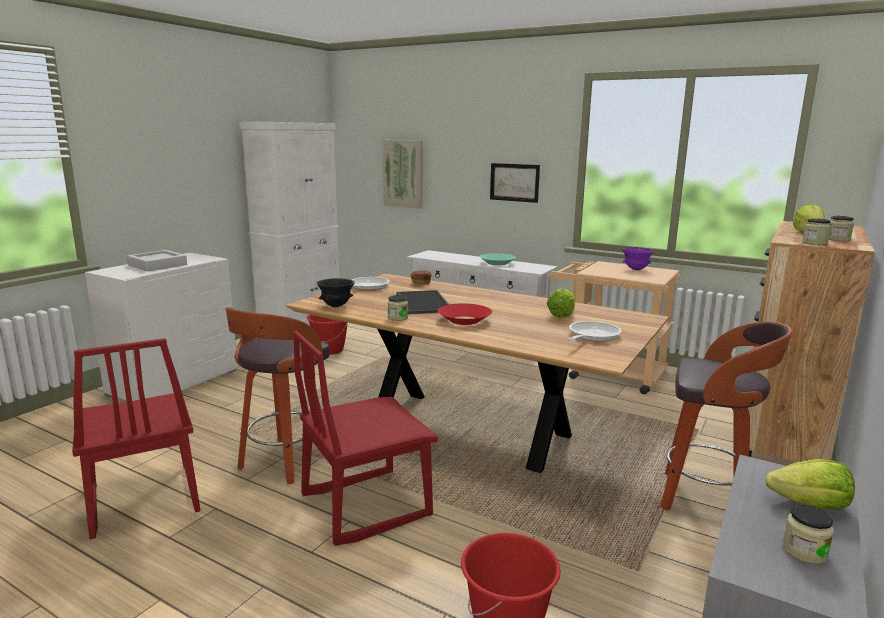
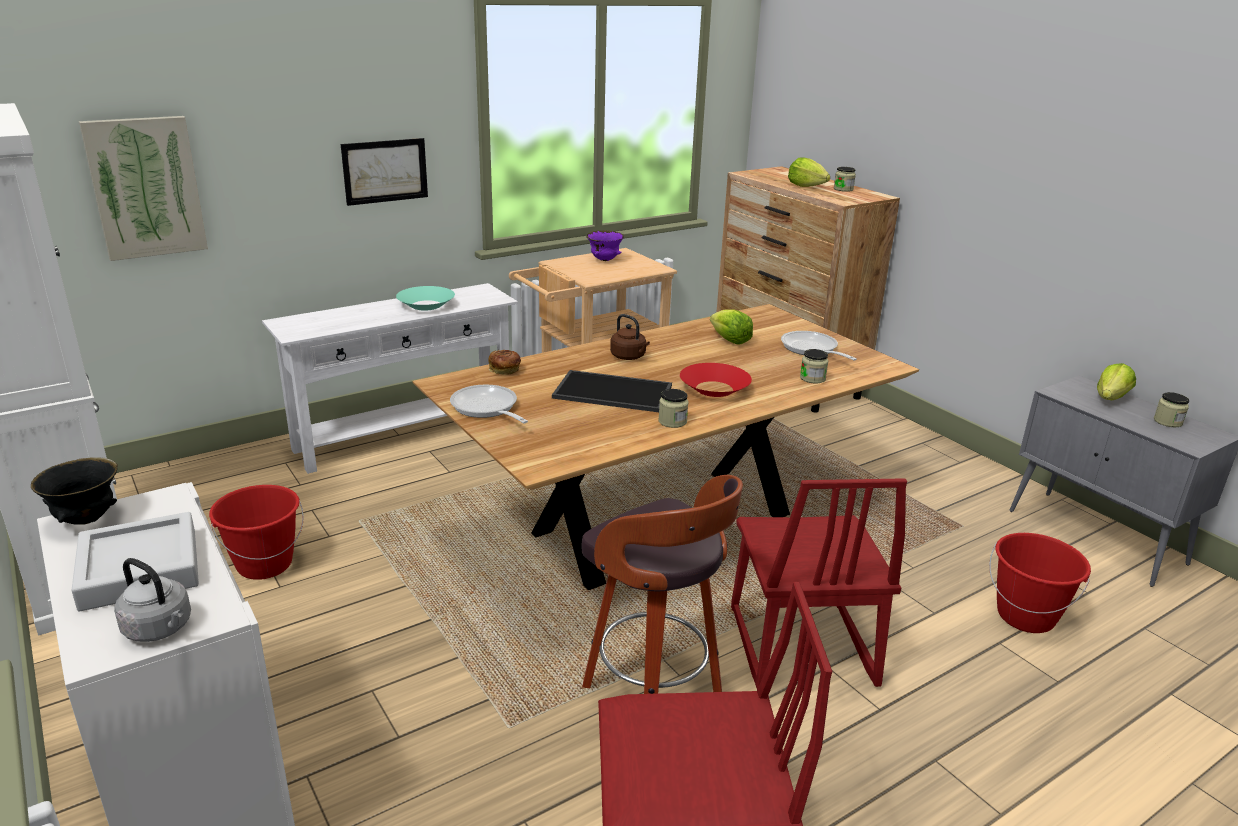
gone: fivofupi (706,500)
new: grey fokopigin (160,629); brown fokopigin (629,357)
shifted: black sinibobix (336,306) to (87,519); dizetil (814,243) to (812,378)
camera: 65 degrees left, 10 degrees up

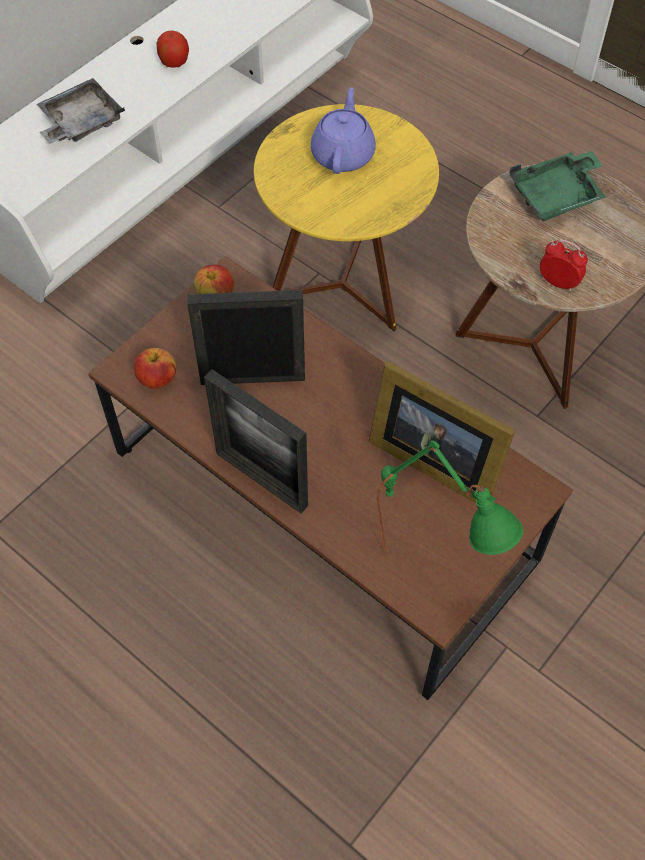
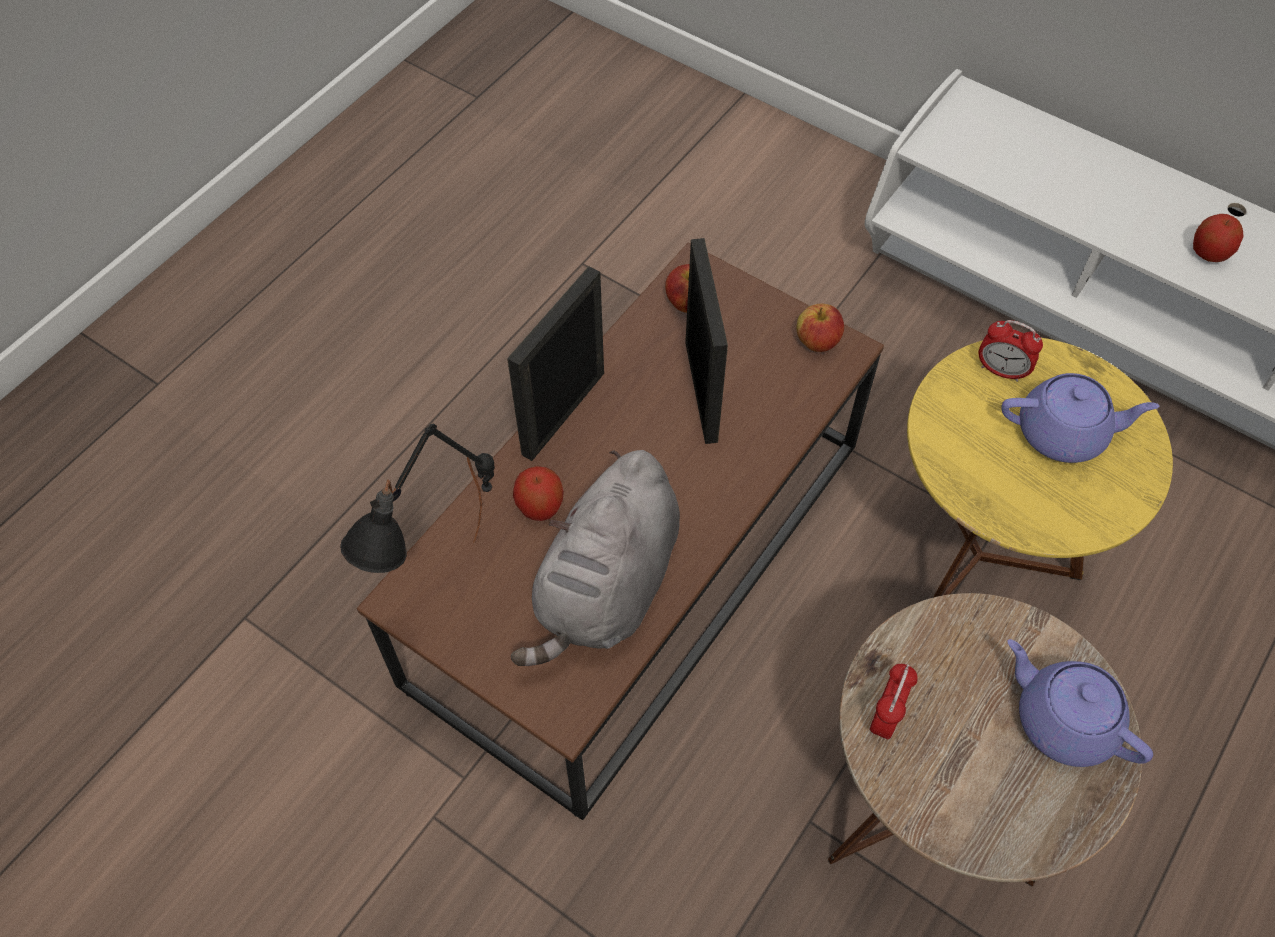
gone: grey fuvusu (80,122)
new: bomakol (540,506); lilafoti (1001,371)
swapped: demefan (432,457) to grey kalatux (607,588); green fuvusu (557,196) to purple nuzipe (1063,720)
repainted: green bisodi (433,571) to black bisodi (450,594)
camera: 85 degrees right, 0 degrees up

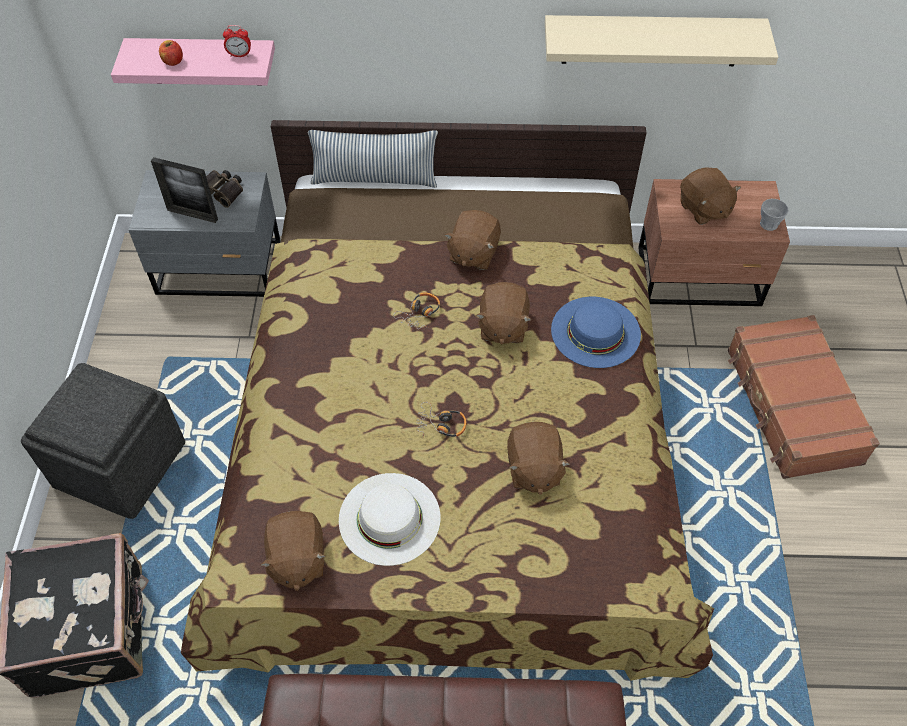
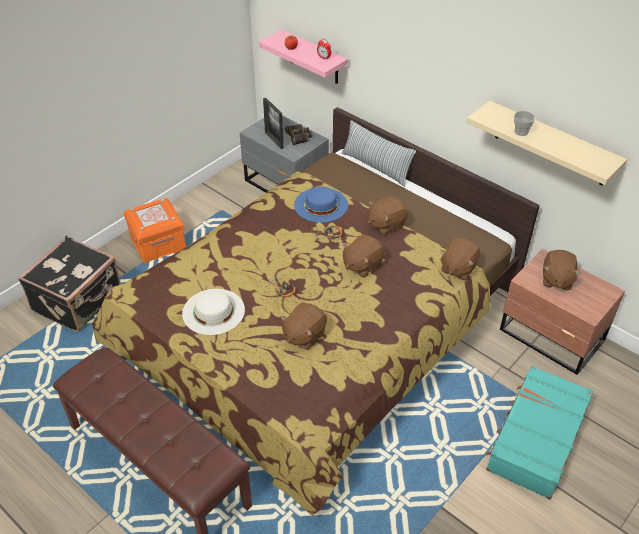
shifted: brown kalatux (296,559) to (458,268); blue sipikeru (595,332) to (321,205); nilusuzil (768,224) to (521,132)
swapped: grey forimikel (121,463) to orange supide (158,242)
repainted: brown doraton (791,406) to turquoise doraton (536,438)
camera: 40 degrees right, 10 degrees down

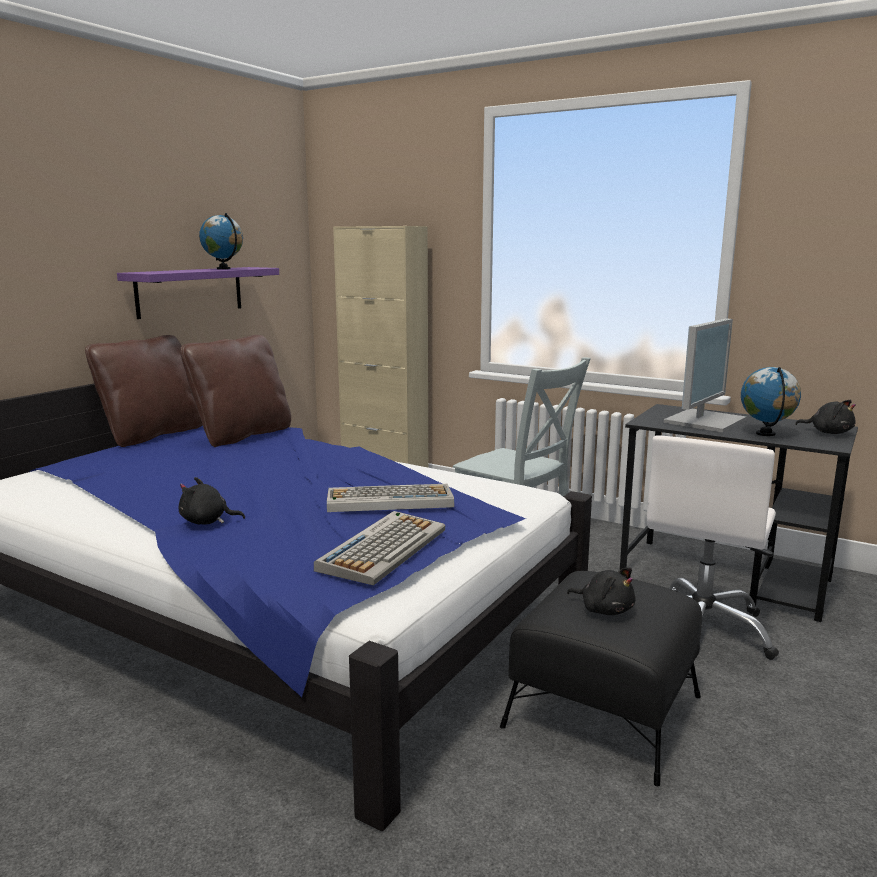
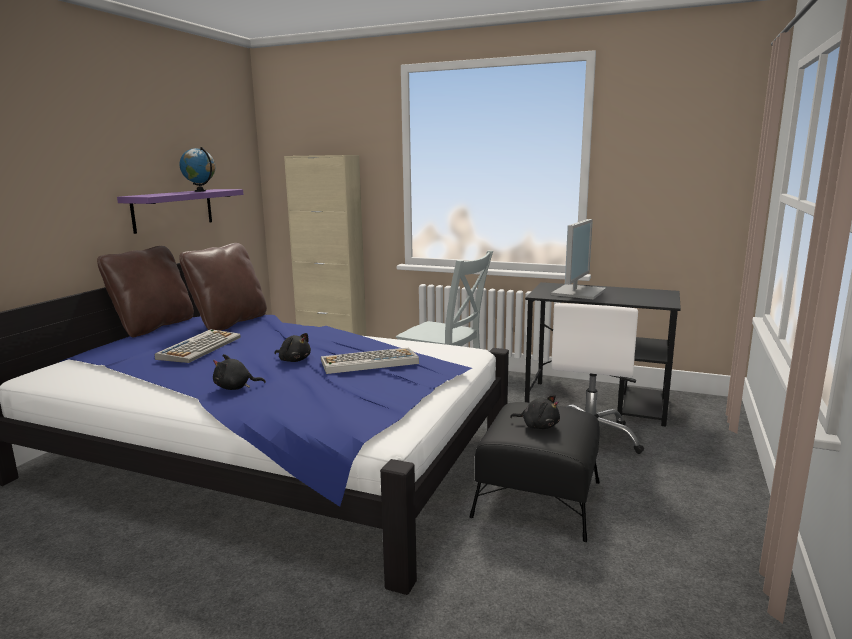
gone: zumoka (766,434)
shifted: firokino (383,548) to (200,347); black kalatux (828,432) to (294,360)
camera: 10 degrees left, 0 degrees up

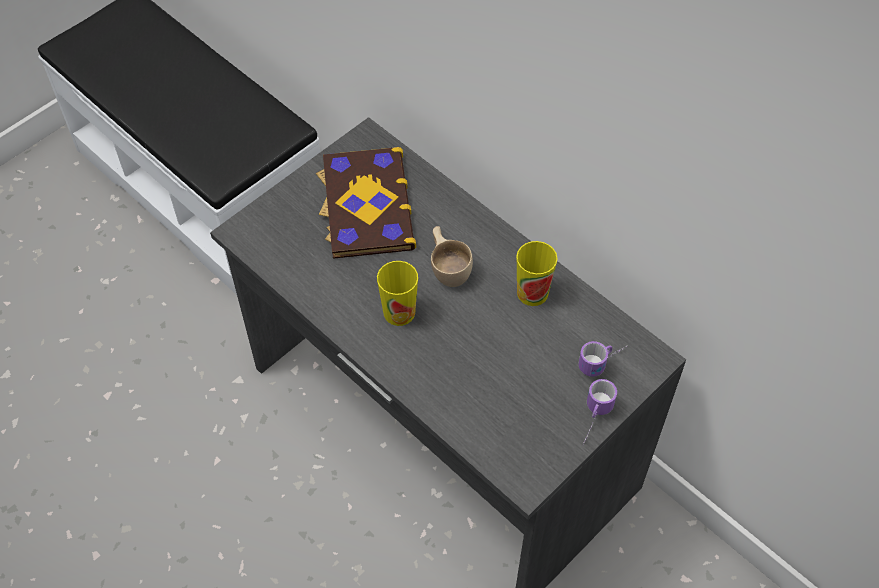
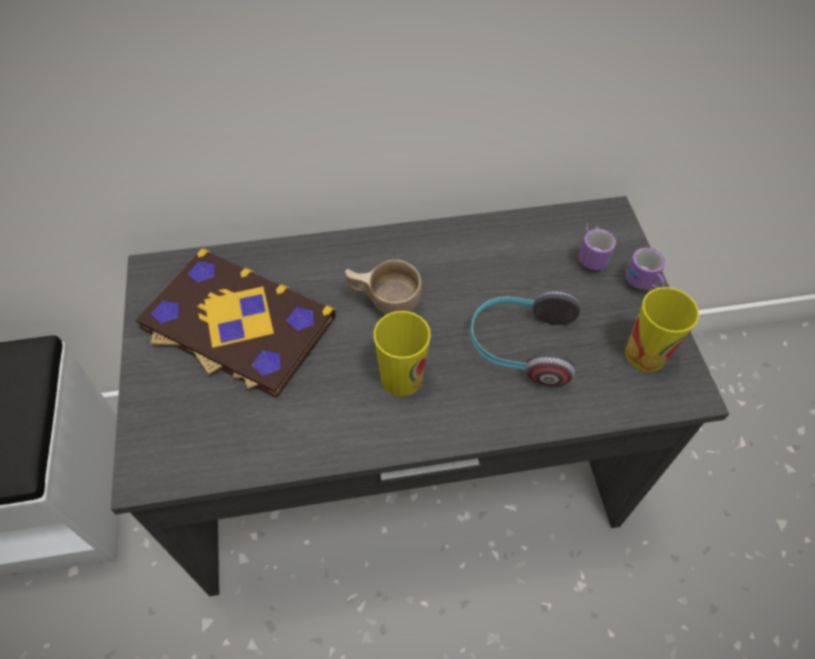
new: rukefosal (520,346)
shifted: nilusuzil (532,293) to (645,354)
camera: 55 degrees left, 0 degrees up

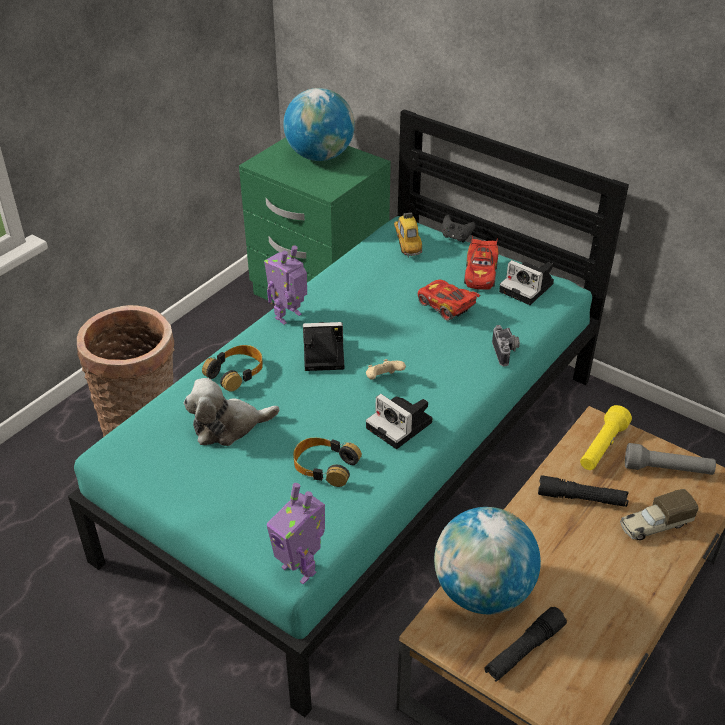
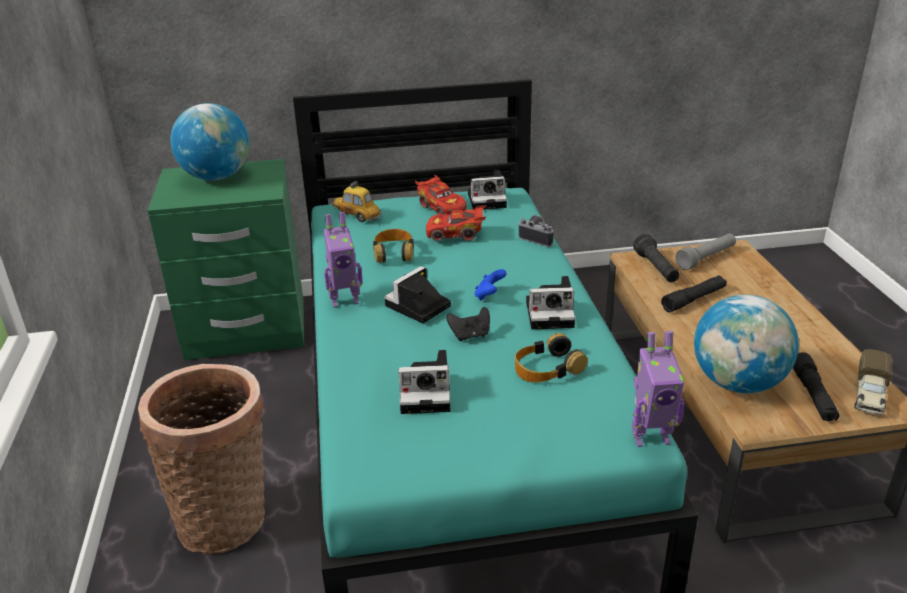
shifted: rukefosal (236,372) to (394,252); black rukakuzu (456,237) to (470,335); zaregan (654,525) to (869,396)
swapped: kalatux (228,426) to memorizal (428,393)
repainted: beige rukakuzu (383,379) to blue rukakuzu (489,295); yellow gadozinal (602,447) to black gadozinal (656,268)
rotated: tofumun (289,317) = (344,300) 105 degrees counterclockwise
camera: 45 degrees left, 10 degrees down

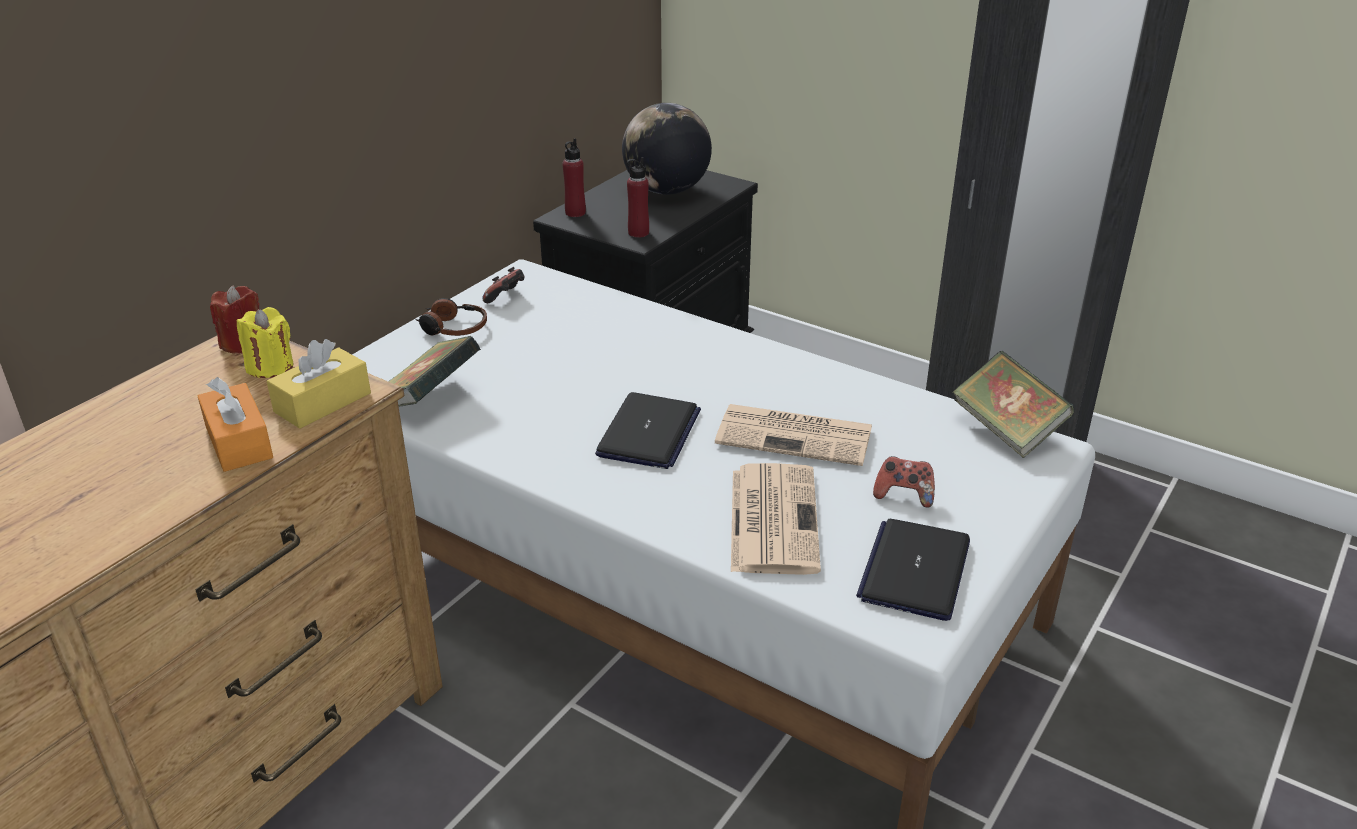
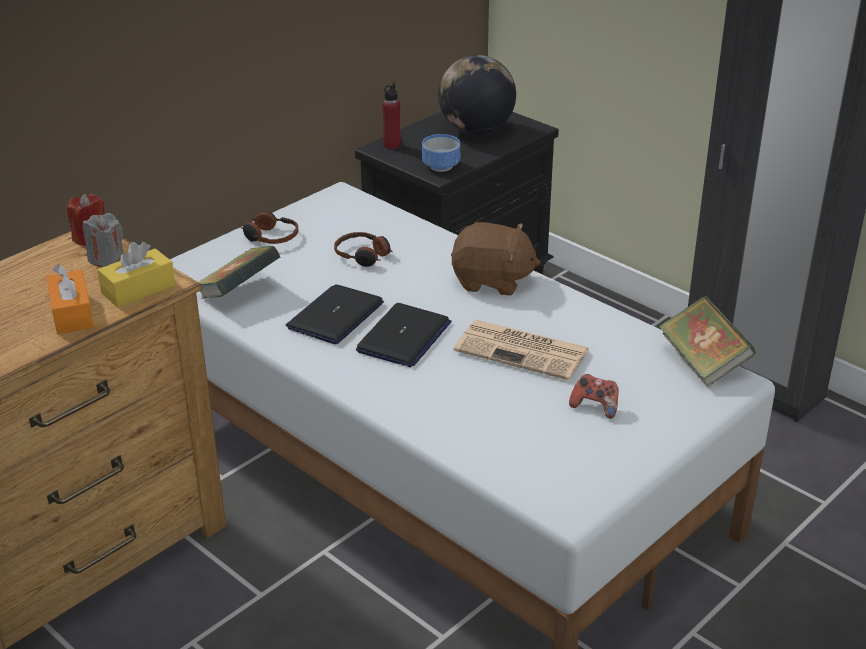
gone: rukakuzu (506,298); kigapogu (772,518)
new: rukefosal (363,256); brown kalatux (492,281)
shifted: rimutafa (915,570) to (335,316)
swapped: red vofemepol (638,233) to sinibobix (440,167)
repainted: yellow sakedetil (270,367) to grey sakedetil (106,258)
camera: 10 degrees right, 0 degrees up

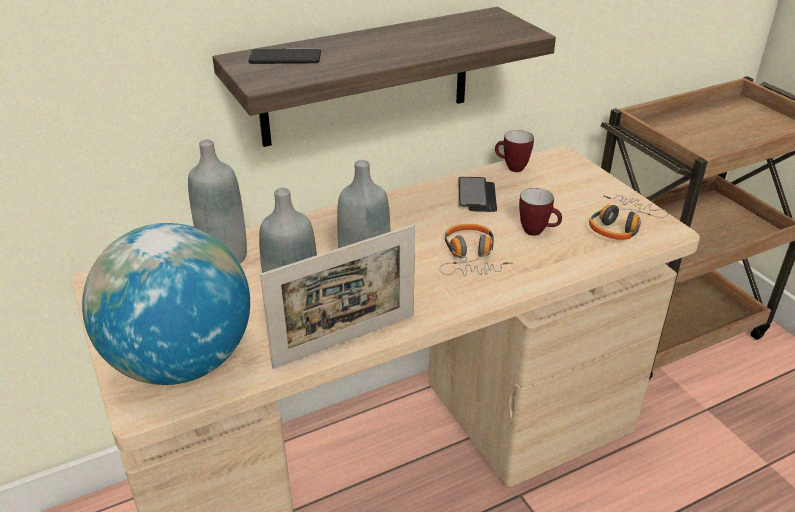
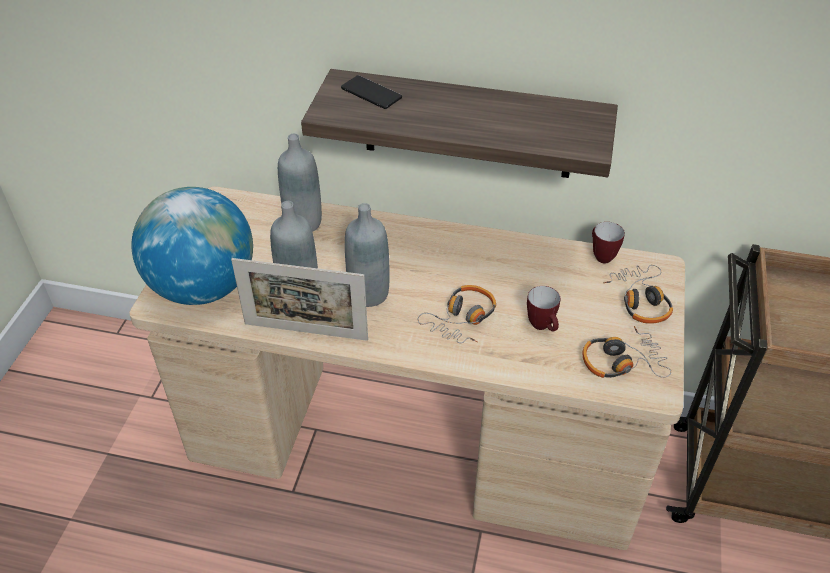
gone: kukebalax (477,196)
new: rukefosal (640,300)
camera: 40 degrees right, 10 degrees up

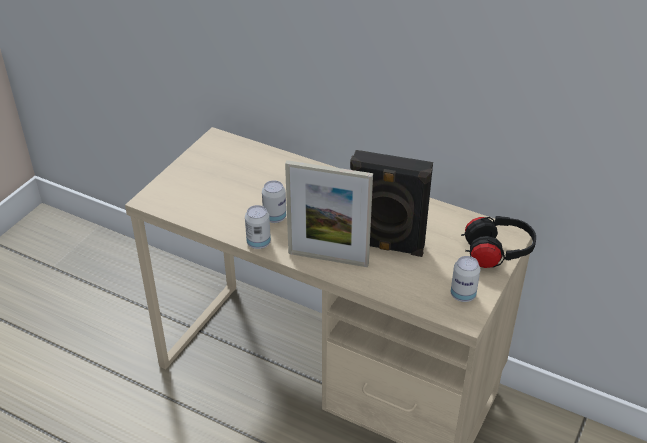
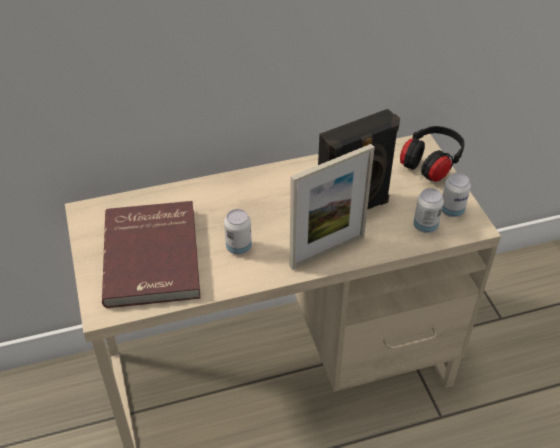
new: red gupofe (154,256)
shifted: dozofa (258,243) to (425,226)
camera: 45 degrees left, 5 degrees up

